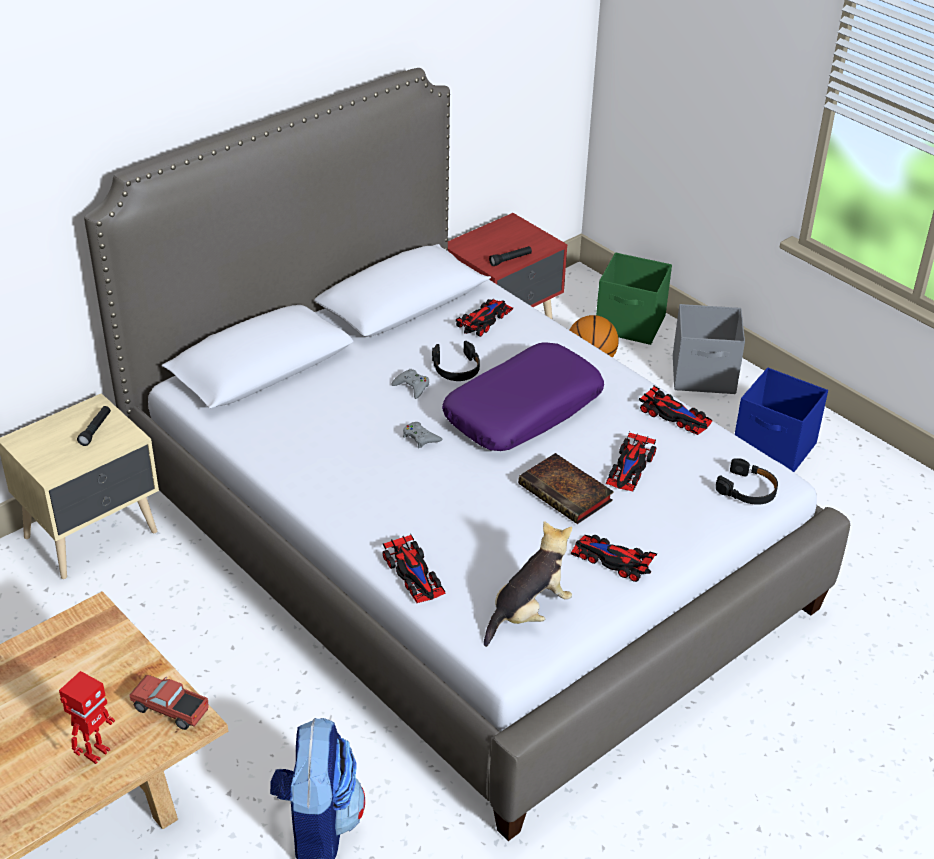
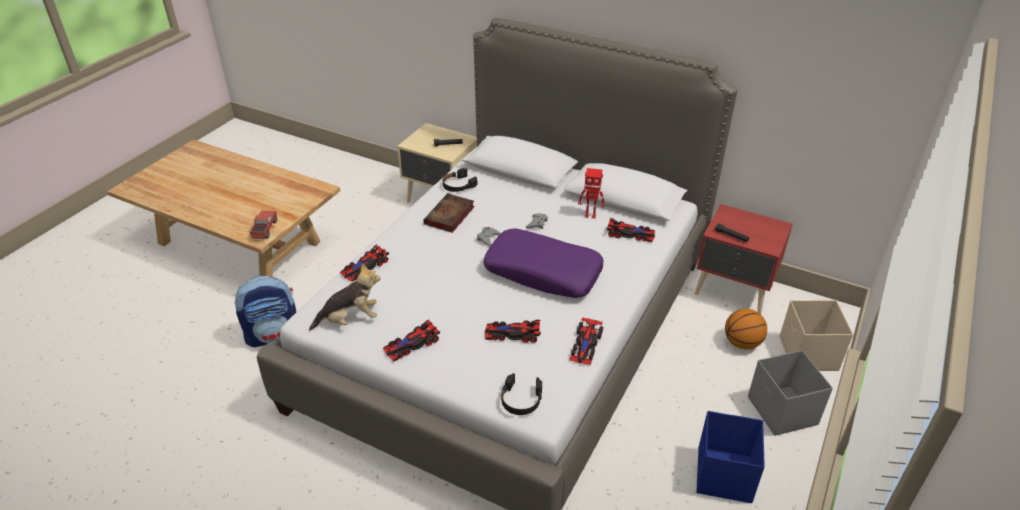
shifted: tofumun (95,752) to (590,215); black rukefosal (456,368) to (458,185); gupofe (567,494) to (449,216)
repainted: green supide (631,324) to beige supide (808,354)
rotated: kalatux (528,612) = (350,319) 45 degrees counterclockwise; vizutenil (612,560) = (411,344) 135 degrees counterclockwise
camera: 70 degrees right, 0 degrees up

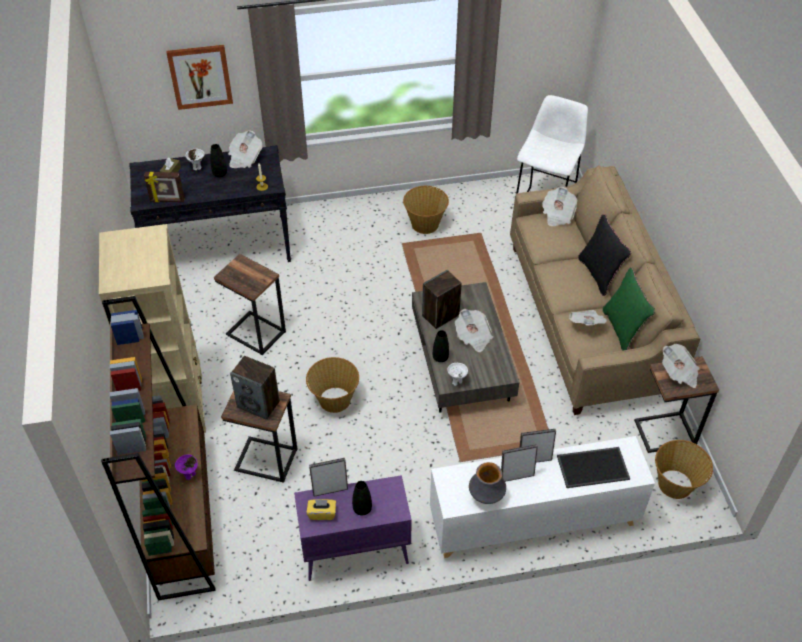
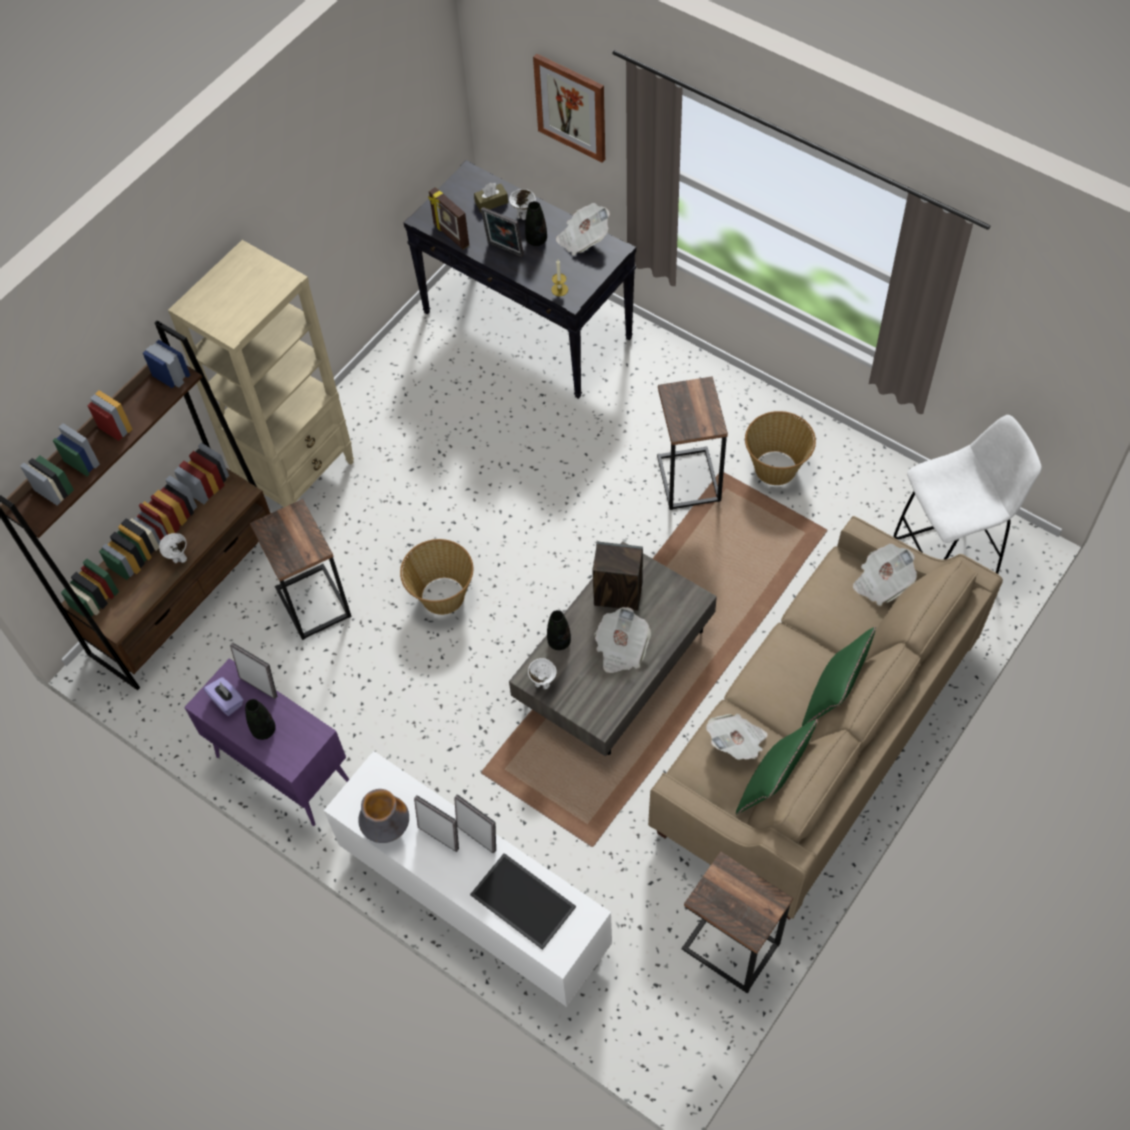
gone: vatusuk (259,404); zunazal (675,484); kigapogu (678,373)
new: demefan (504,250)
shifted: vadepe (255,334) to (687,479)
repainted: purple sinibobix (189,475) to white sinibobix (179,558); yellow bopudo (322,513) to purple bopudo (227,701); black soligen (599,274) to green soligen (833,698)
camera: 50 degrees right, 10 degrees up

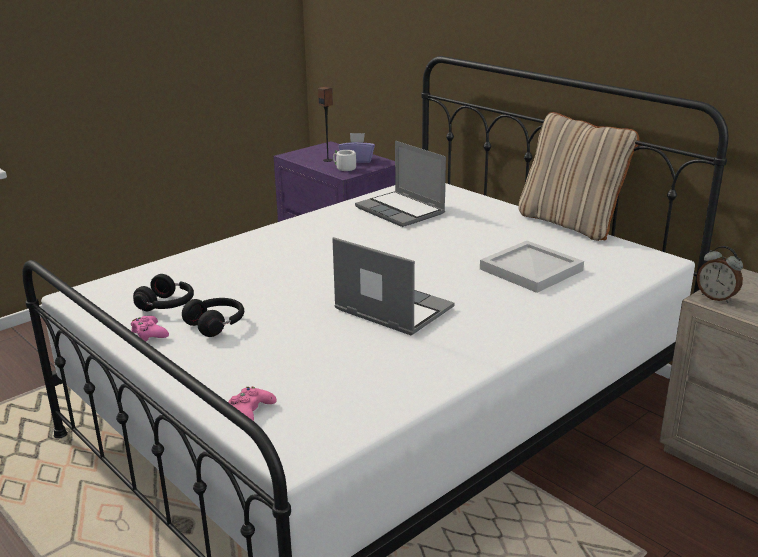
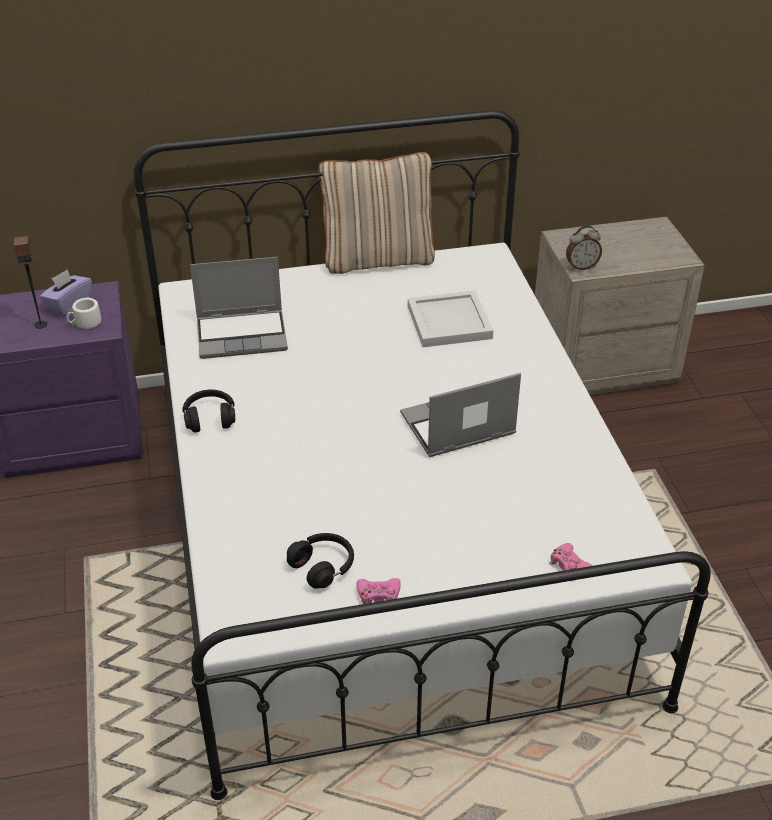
shifted: black rukefosal (217,324) to (210,418)
camera: 60 degrees left, 15 degrees up

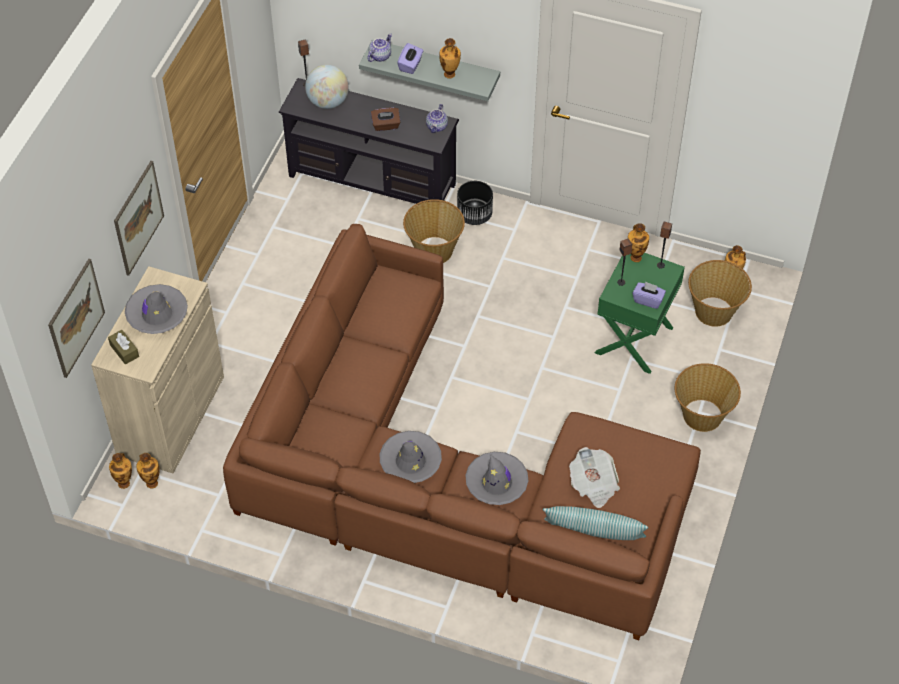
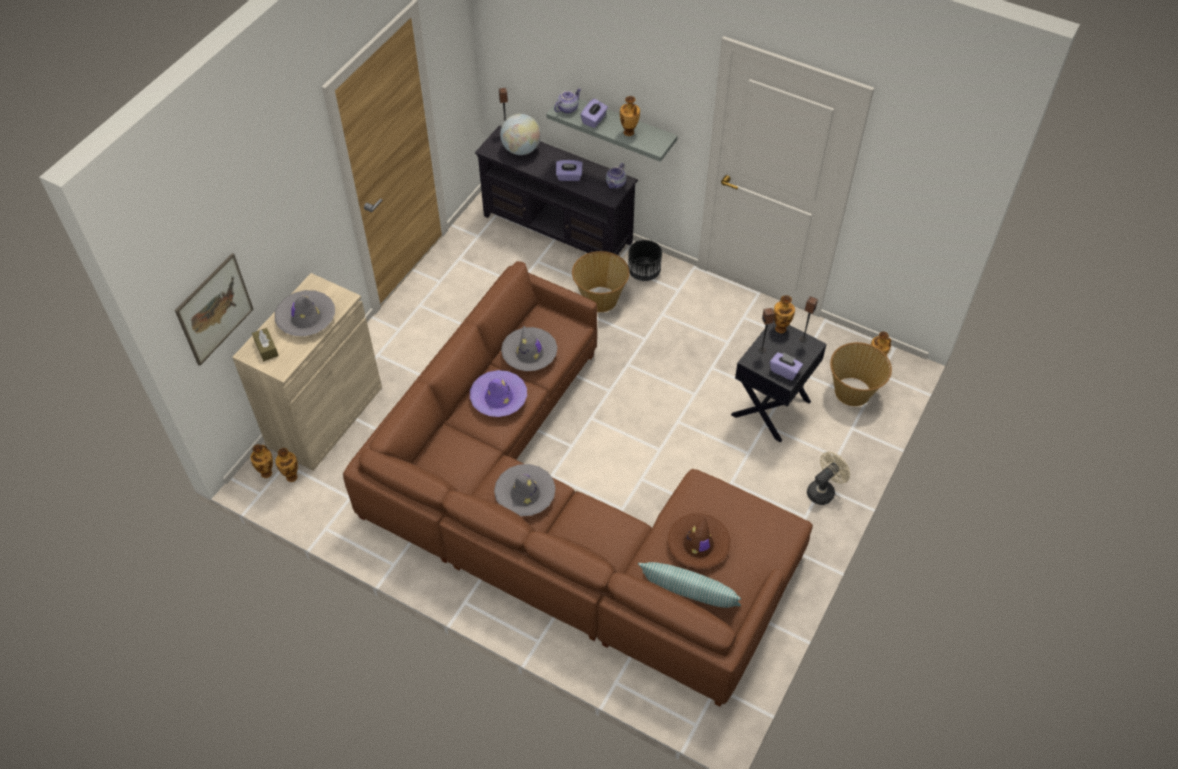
gone: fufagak (138,217)
new: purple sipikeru (498,397)
shifted: grey sipikeru (496,482) to (529,353)
swapped: kigapogu (593,485) to brown sipikeru (698,545); zunazal (702,416) to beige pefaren (823,490)
repainted: brown bopudo (386,125) to purple bopudo (569,177); green vadepe (635,340) to black vadepe (771,408)
camera: 10 degrees right, 0 degrees up

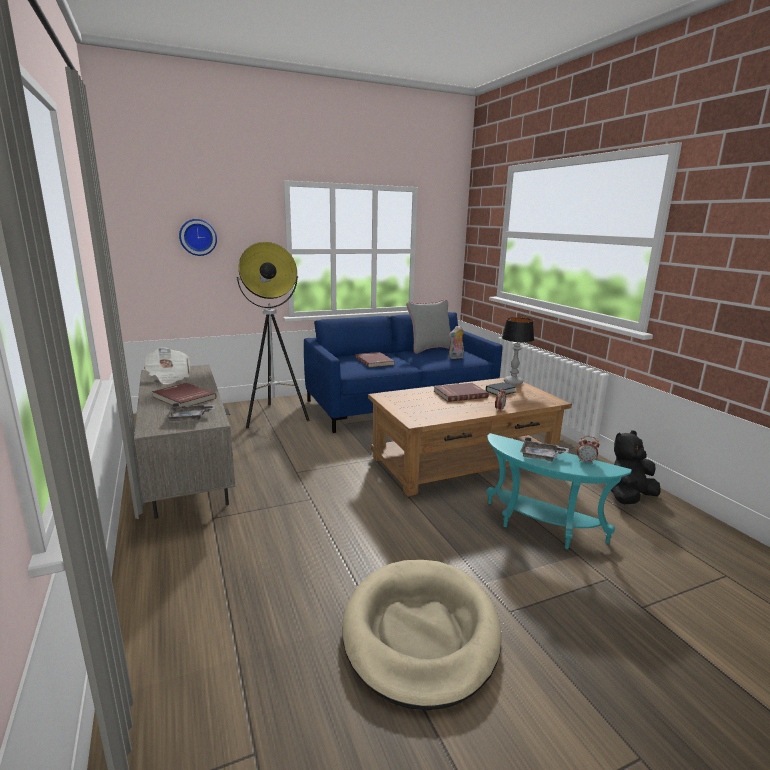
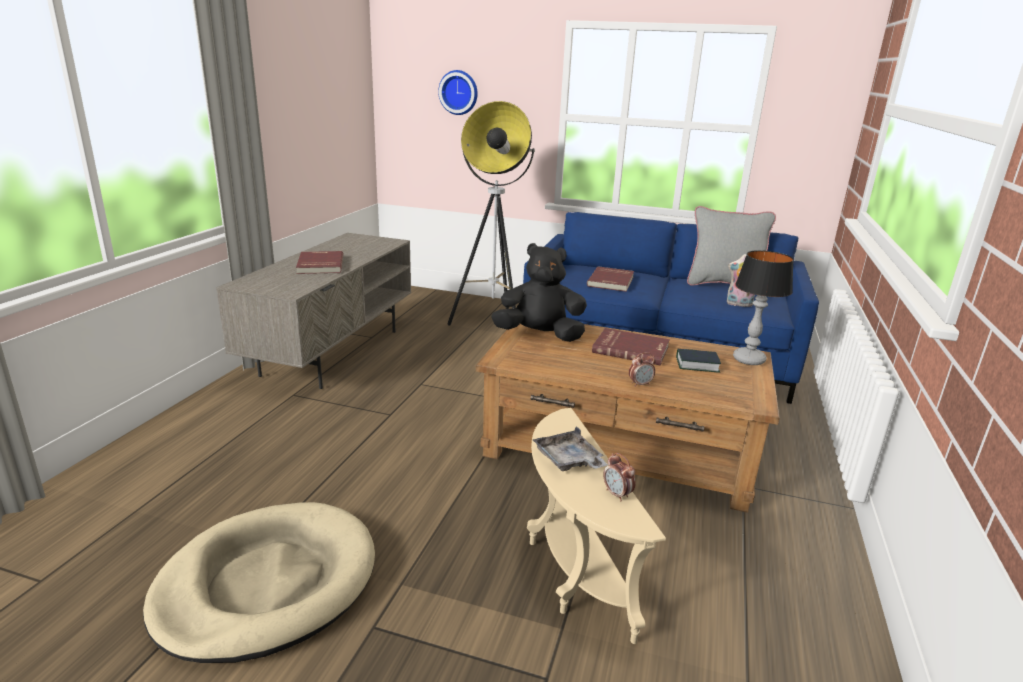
gone: kigapogu (169,377); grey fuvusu (189,418)
shifted: black kalatux (629,497) to (540,335)
repainted: turquoise vadepe (540,528) to beige vadepe (572,570)
camera: 40 degrees right, 5 degrees up

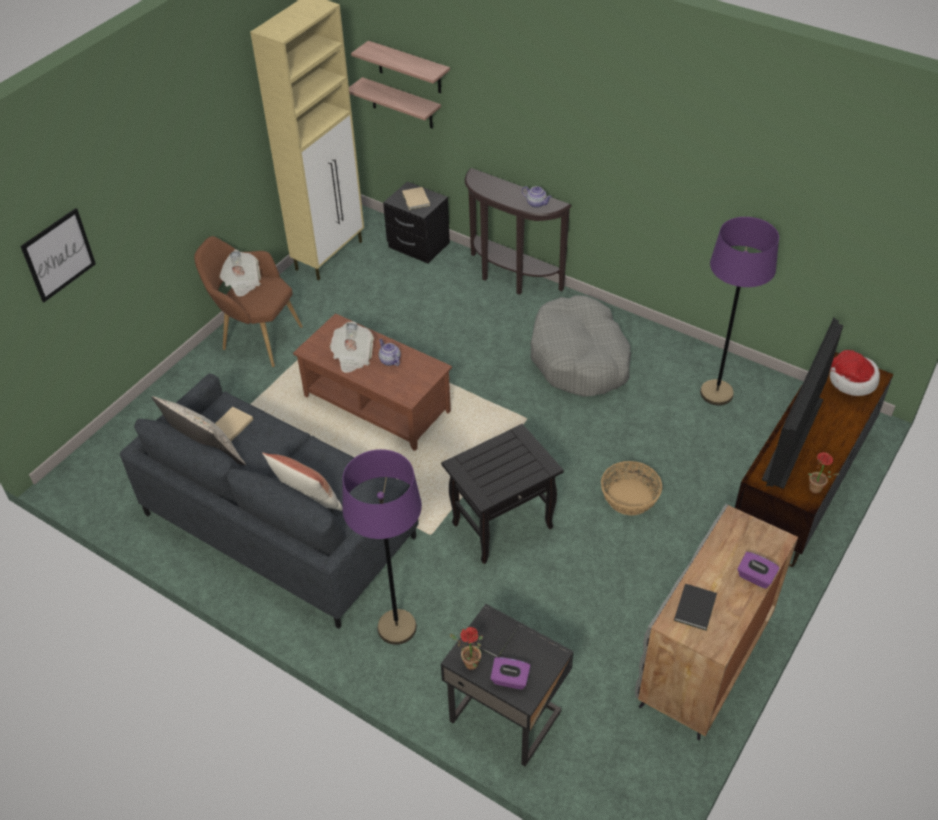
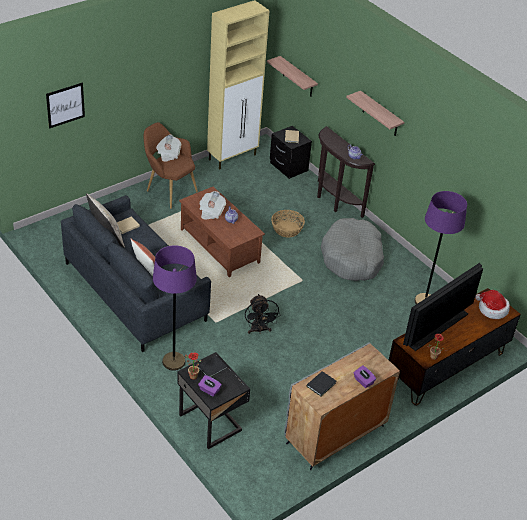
shifted: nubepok (409,68) to (380,114); zunazal (629,498) to (286,229)
swapped: black vadepe (503,524) to black pefaren (259,330)
camera: 15 degrees right, 5 degrees down

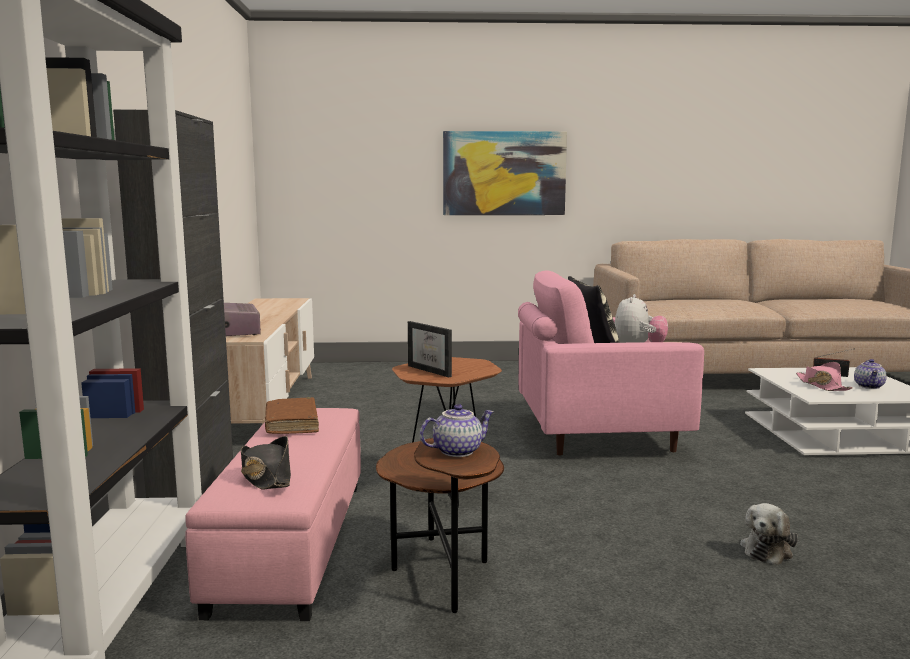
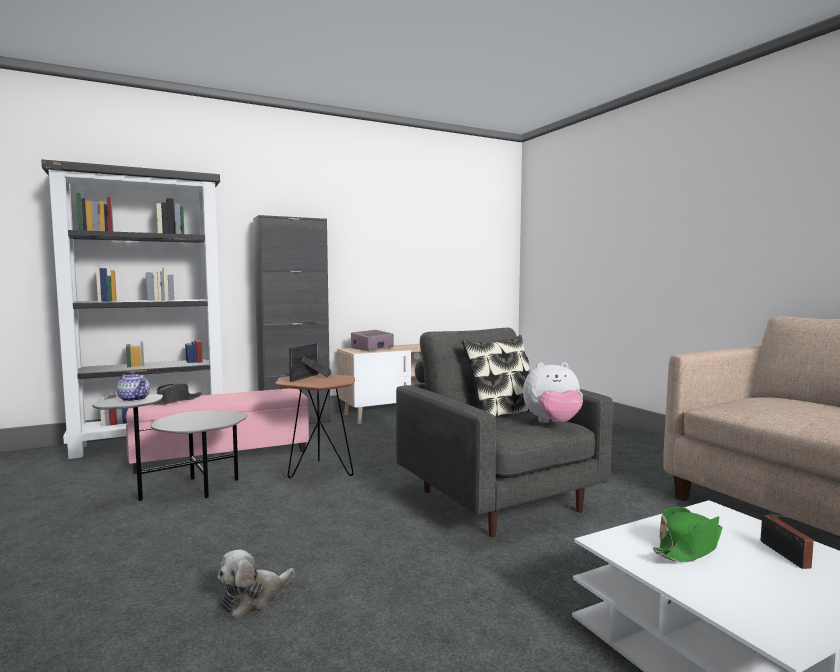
gone: brown gupofe (291,424); fufagak (504,173); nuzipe (869,386)
repainted: brown vadepe (444,576) to grey vadepe (185,491); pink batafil (598,435) to grey batafil (498,499); pink sipikeru (822,386) to green sipikeru (689,547)
rotated: kalatux (767,549) = (254,598) 60 degrees counterclockwise
camera: 65 degrees right, 5 degrees down

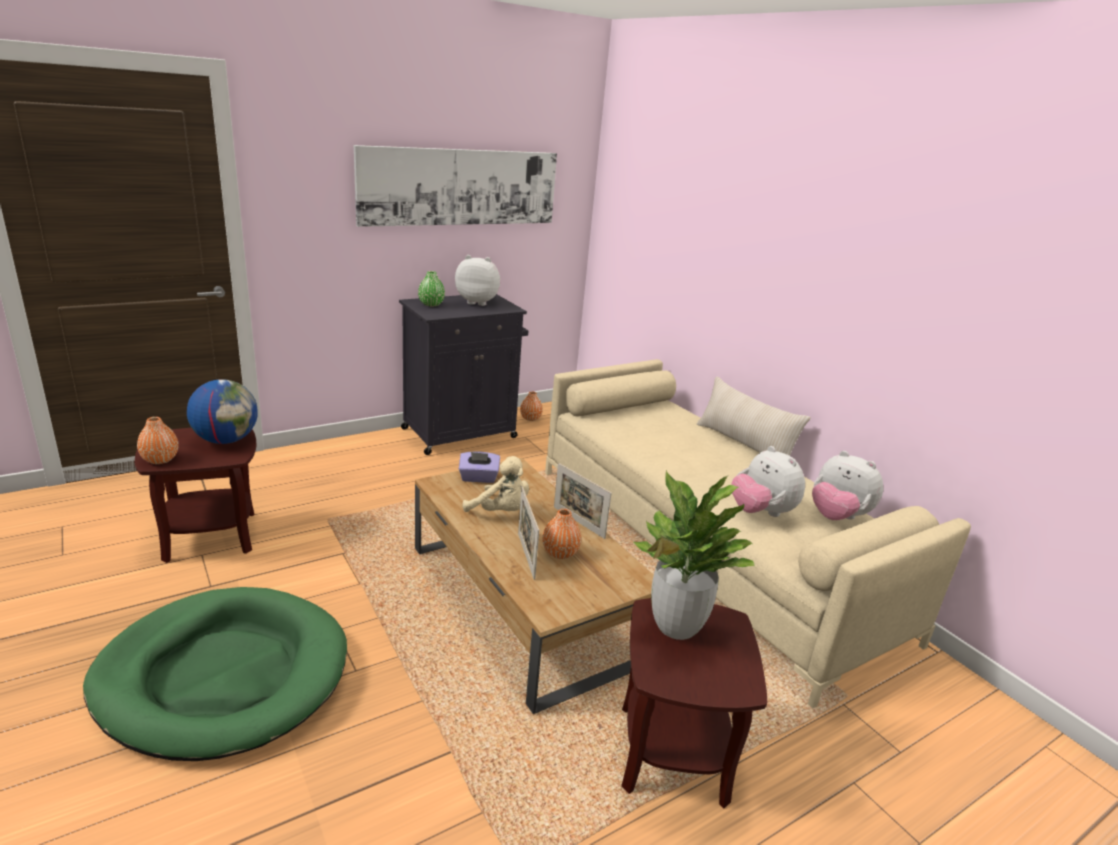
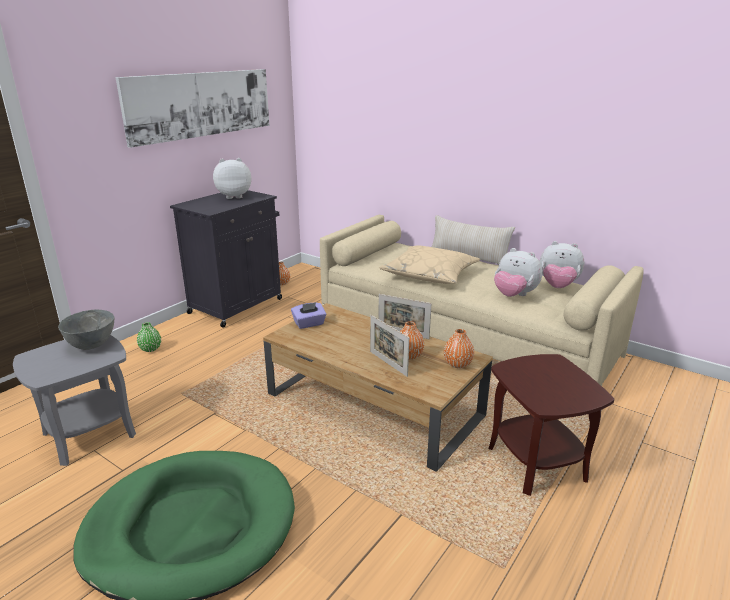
gone: beige kalatux (501,512); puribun (676,626)
new: beige soligen (430,274)
shifted: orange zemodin (160,459) to (457,364); green zemodin (431,304) to (150,349)
swapped: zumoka (226,440) to grey sinibobix (91,345)
repainted: brown vadepe (210,535) to grey vadepe (89,434)
camera: 20 degrees left, 0 degrees up

